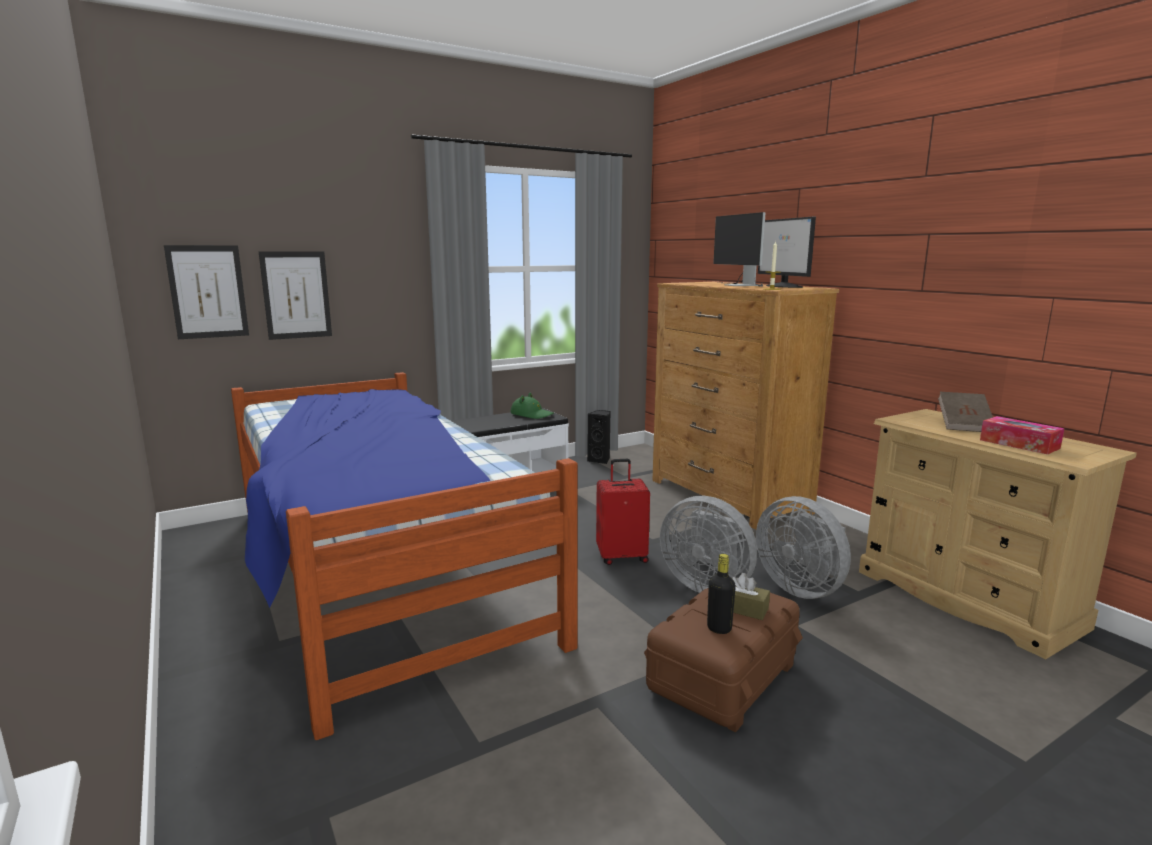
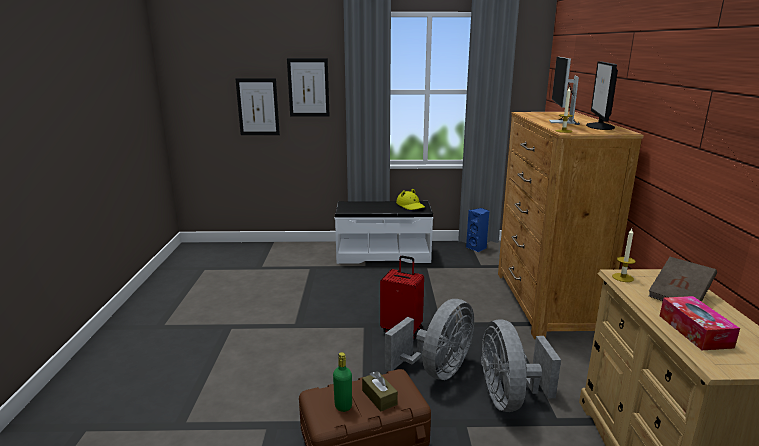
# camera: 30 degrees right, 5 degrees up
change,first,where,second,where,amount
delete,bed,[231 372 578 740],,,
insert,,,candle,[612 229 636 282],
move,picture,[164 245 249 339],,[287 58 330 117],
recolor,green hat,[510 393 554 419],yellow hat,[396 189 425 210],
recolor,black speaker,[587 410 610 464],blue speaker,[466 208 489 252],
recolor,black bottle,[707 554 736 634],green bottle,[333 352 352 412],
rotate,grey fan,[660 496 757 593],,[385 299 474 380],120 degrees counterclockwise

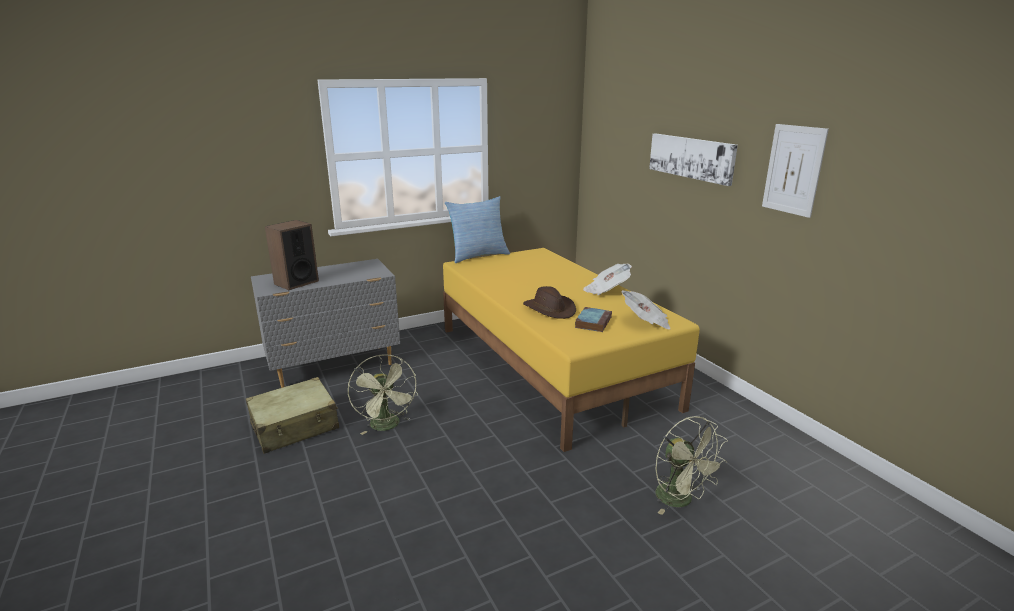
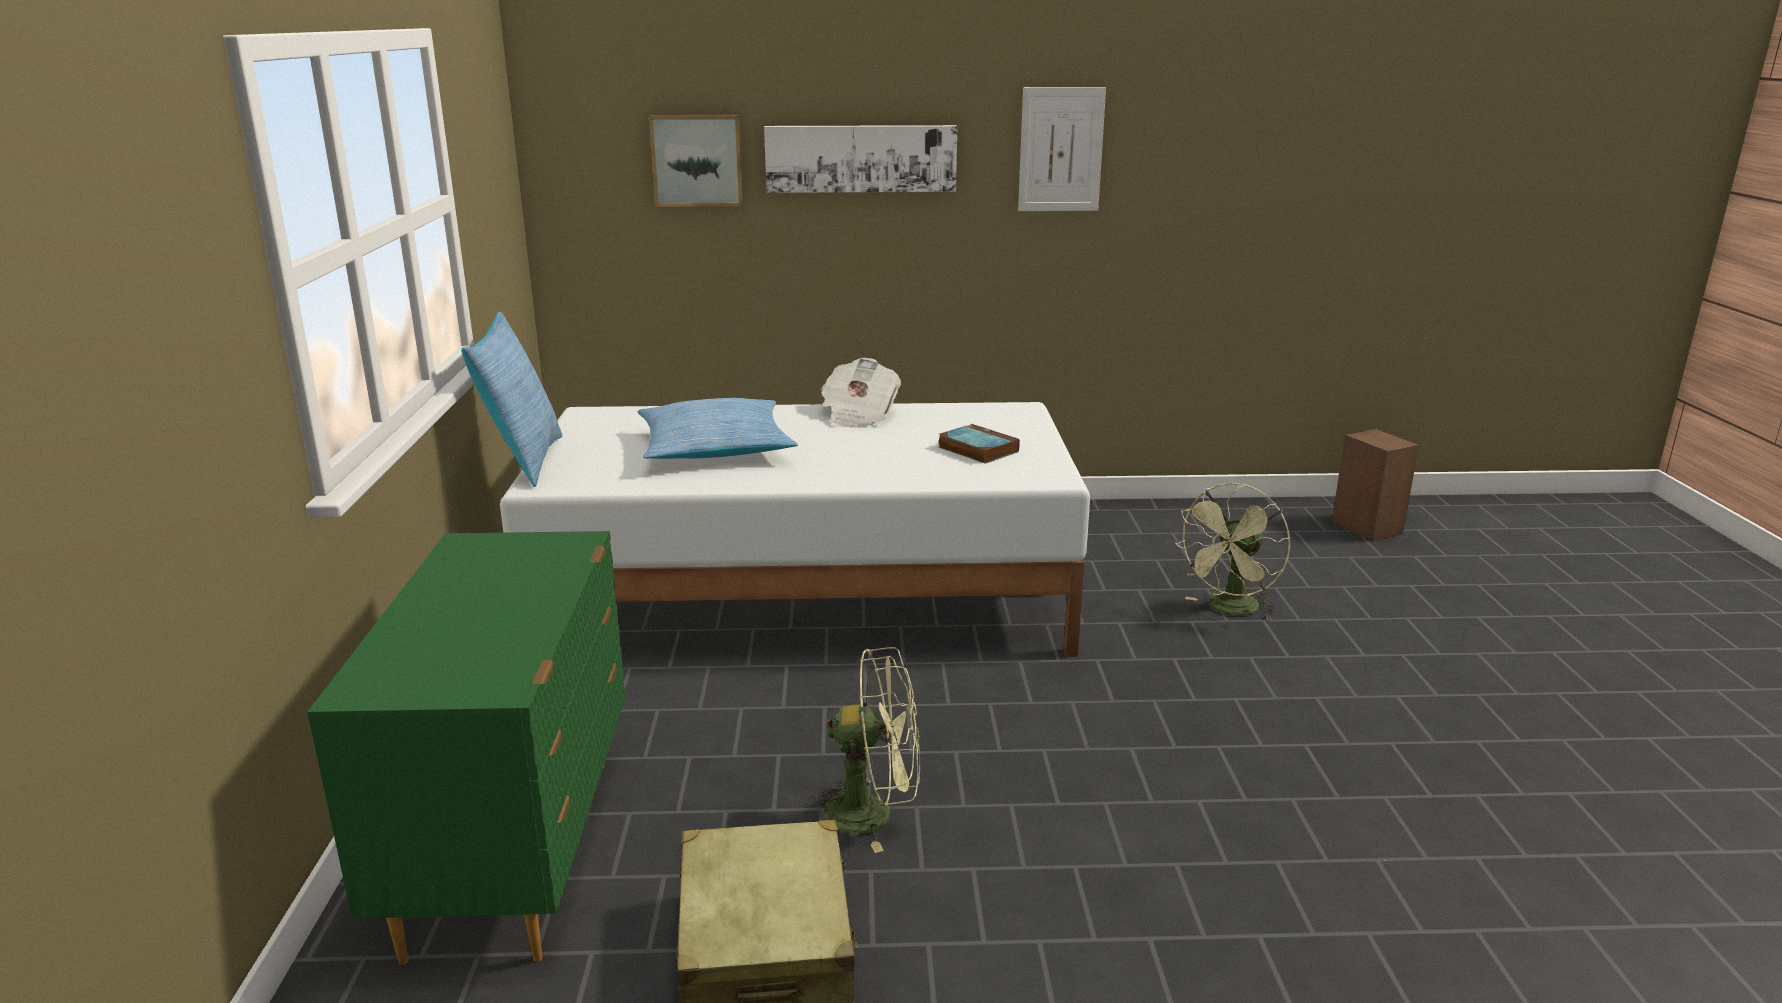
# camera: 65 degrees left, 0 degrees up
change,first,where,second,where,amount
delete,brown hat,[523 286 576 319],,,
delete,newspaper,[622 290 670 330],,,
insert,,,pillow,[638 398 798 459],
insert,,,picture,[649 115 743 207],
move,speaker,[265 220 319 290],,[1332 429 1419 542],
recolor,grey dresser,[251 259 400 388],green dresser,[307 531 626 965],
recolor,yellow bed,[443 248 700 452],white bed,[500 402 1090 657],
rotate,green fan,[655 416 728 515],,[1175 483 1290 621],135 degrees clockwise

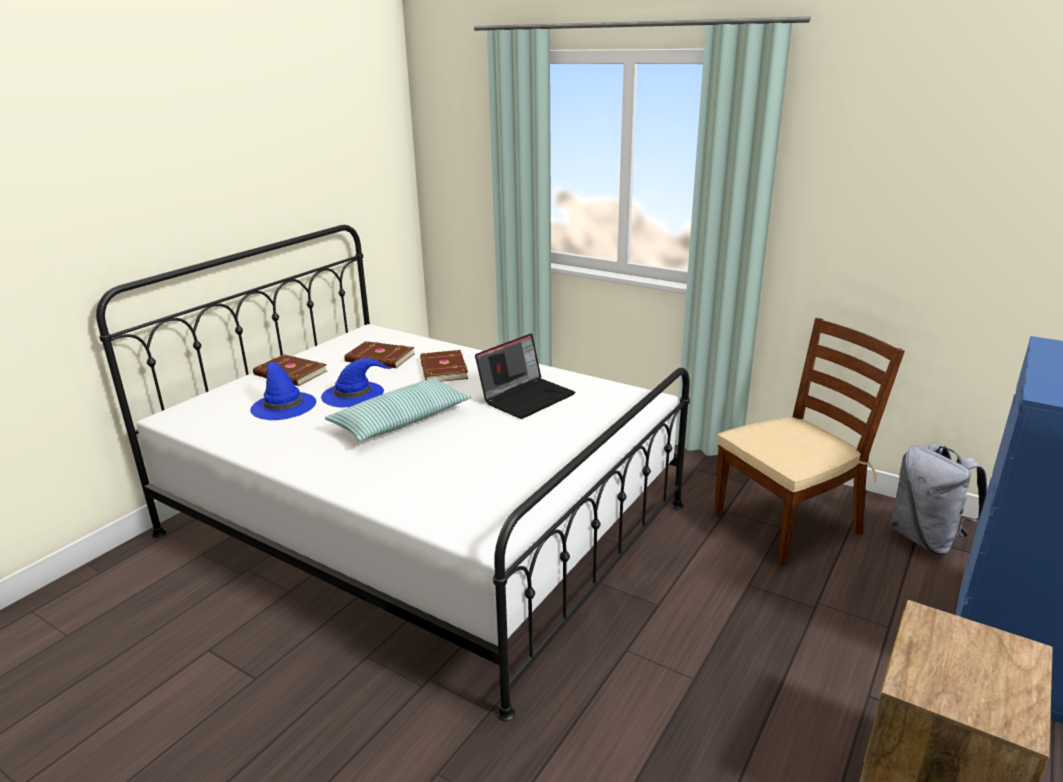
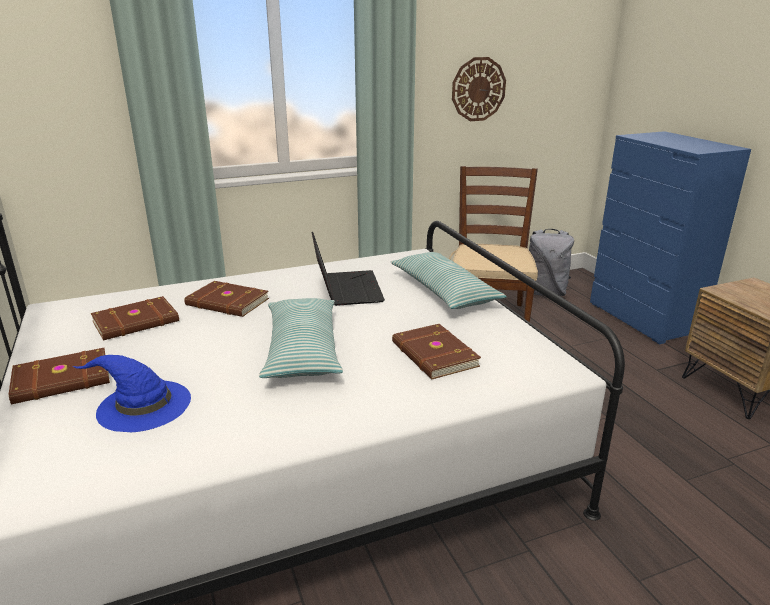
# camera: 55 degrees left, 0 degrees up
change,first,where,second,where,amount
delete,blue hat,[321 358 394 407],,,
insert,,,pillow,[391 252 507 309],
insert,,,brown book,[392 324 481 379],
insert,,,wall clock,[452 57 506 121],

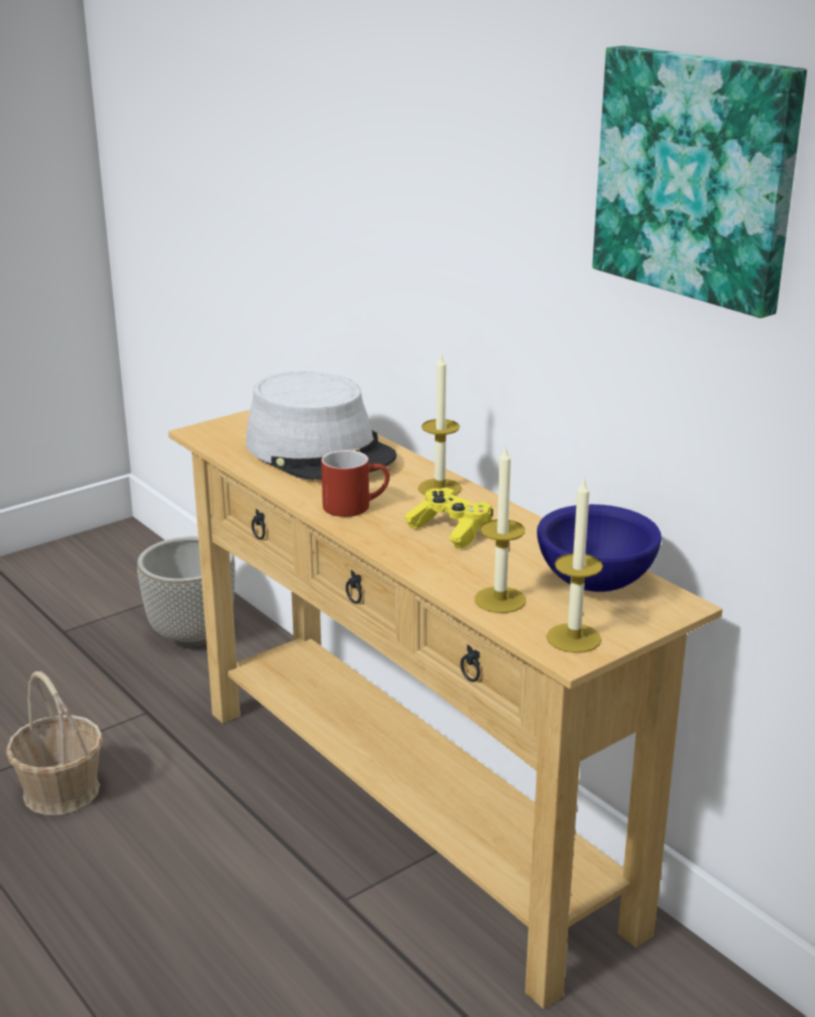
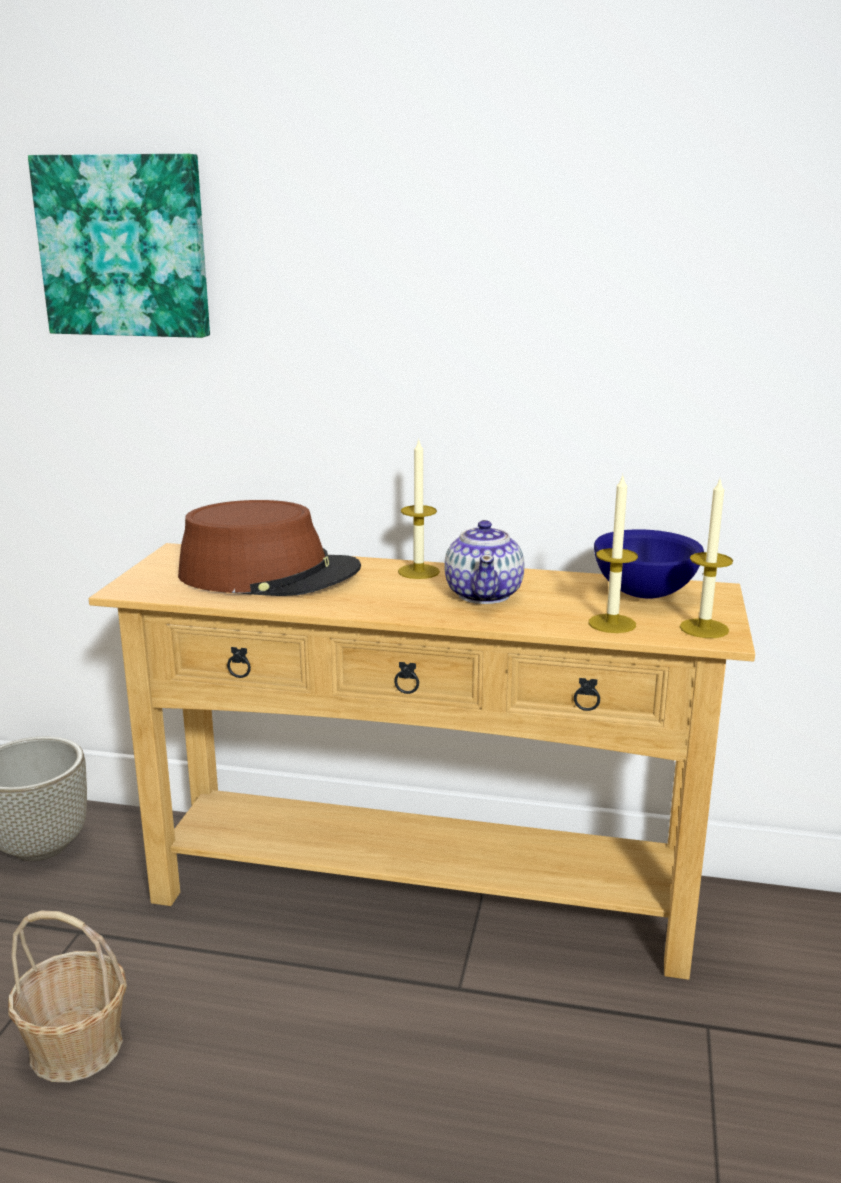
# camera: 40 degrees left, 5 degrees down
change,first,where,second,where,amount
delete,red mug,[321 450 390 517],,,
move,picture,[592 46 807 318],,[28 154 210 338],
replace,yellow game controller,[405 488 493 549],teapot,[444 520 524 604],
recolor,grey hat,[246 371 397 479],brown hat,[178 500 361 596],

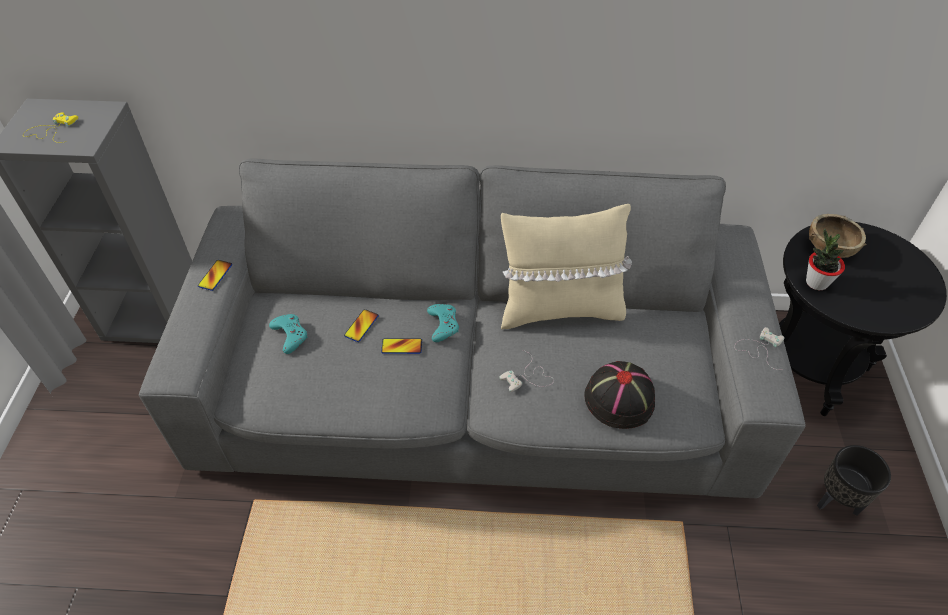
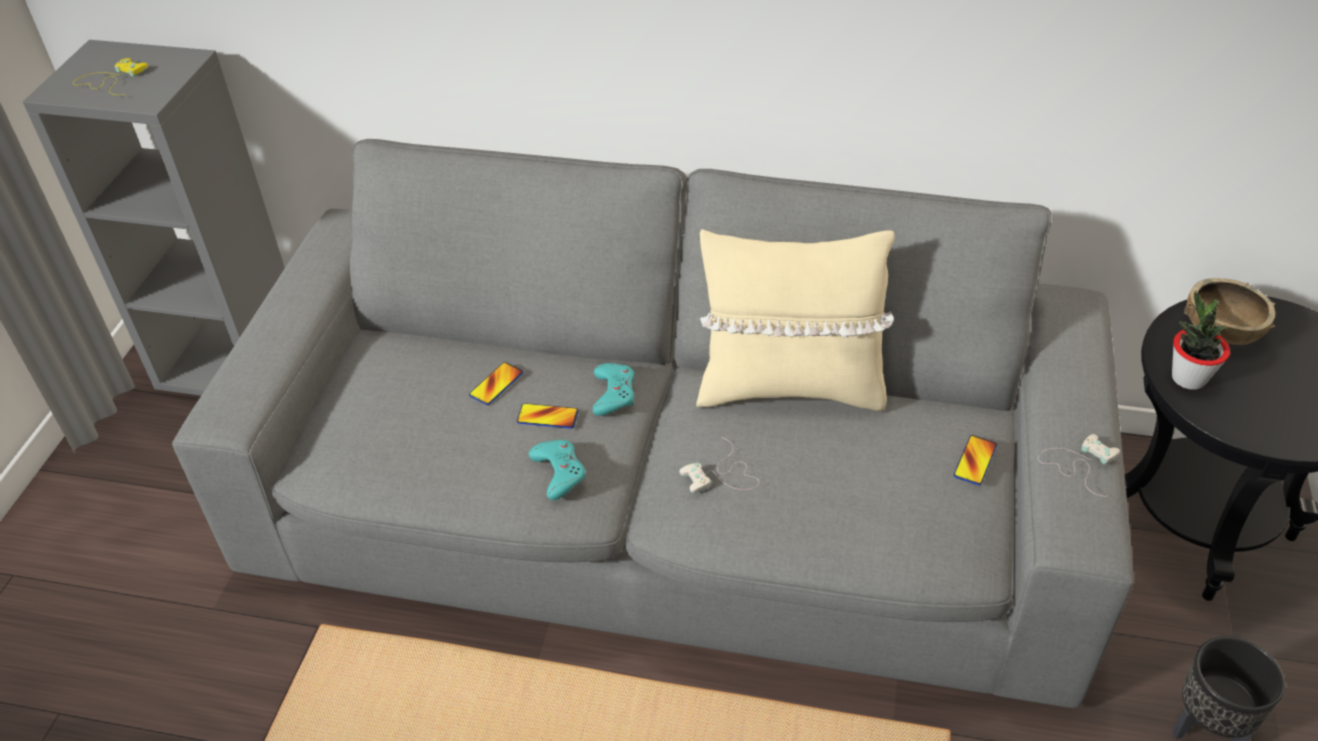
# camera: 10 degrees right, 5 degrees down
change,first,where,second,where,amount
delete,black hat,[584 361 655 429],,,
move,phone,[198 260 232 291],,[954 435 997 485],
move,turquoise game controller,[269 314 308 354],,[529 440 585 500],

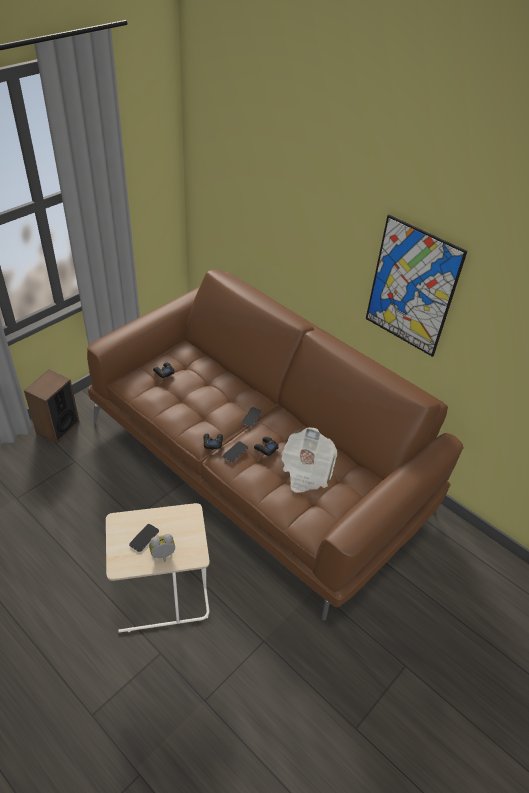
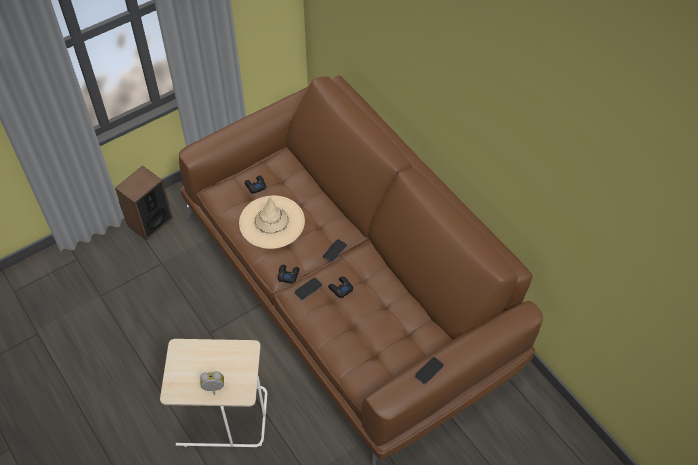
# camera: 15 degrees right, 10 degrees up
change,first,where,second,where,amount
delete,newspaper,[281 427 338 493],,,
delete,picture,[366 215 467 357],,,
insert,,,beige hat,[239 196 305 249],
move,phone,[129 524 159 552],,[415 357 444 384],

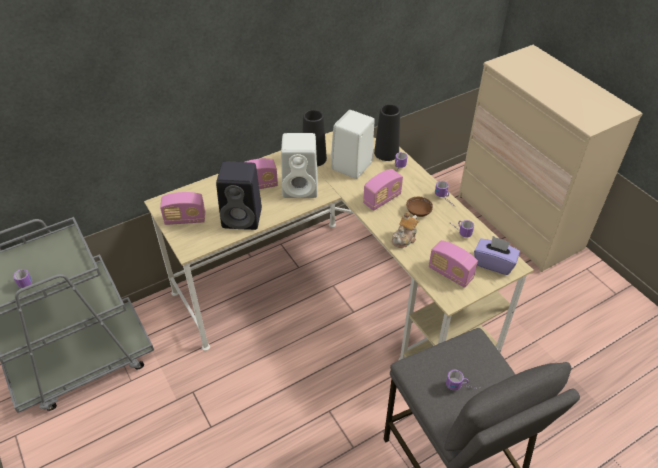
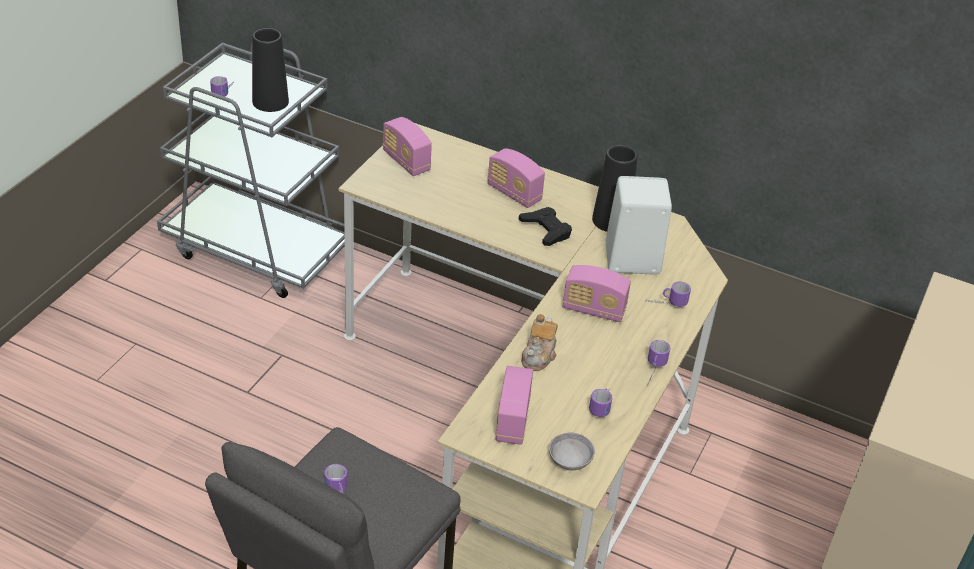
# camera: 55 degrees right, 5 degrees down
change,first,where,second,where,amount
delete,black speaker,[216 161 262 230],,,
delete,brown bowl,[406 197 433 217],,,
move,black vase,[374 104 400 161],,[252 28 289 112],
replace,white speaker,[281 133 318 198],black game controller,[519 207 572 246],
replace,purple tissue box,[474 236 520 275],grey bowl,[549 432 595 470],
rotate,teapot,[392 212 419 248],,[521 314 558 371],75 degrees counterclockwise

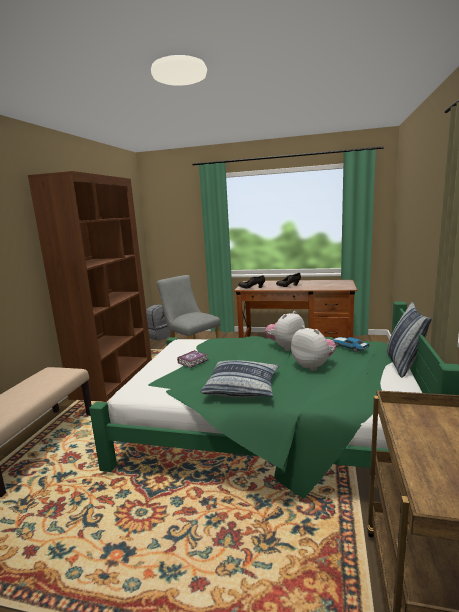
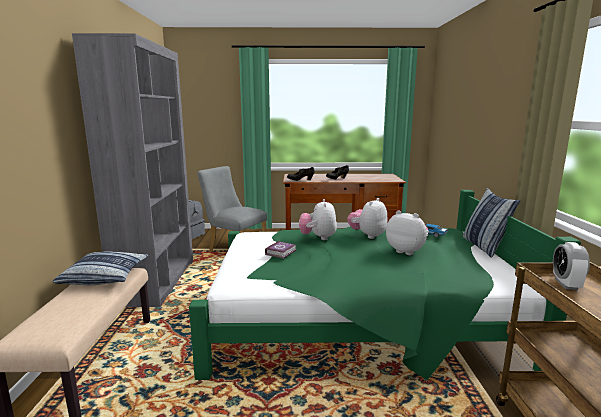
# camera: 15 degrees left, 0 degrees up
change,first,where,second,where,amount
insert,,,plush toy,[299 199 337 240],
insert,,,alarm clock,[553 242 590 290],
move,pillow,[200 360 279 398],,[53 251 149 285],
recolor,brown bookcase,[28 171 152 402],grey bookcase,[72 33 193 307],

